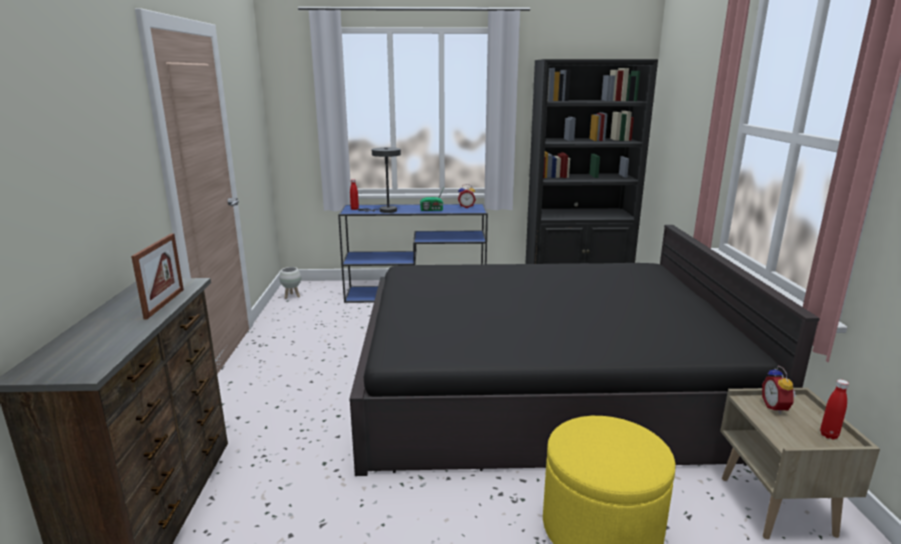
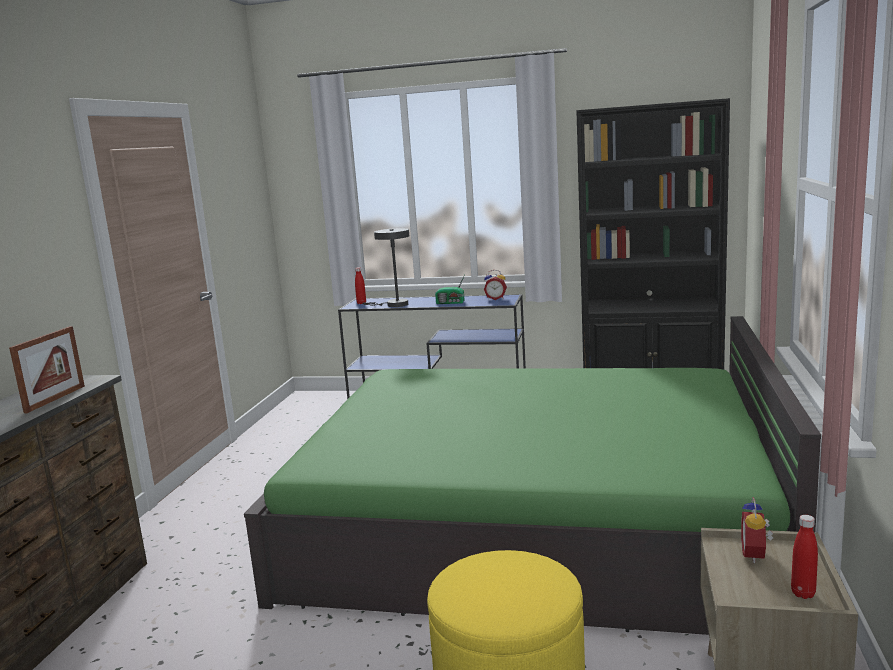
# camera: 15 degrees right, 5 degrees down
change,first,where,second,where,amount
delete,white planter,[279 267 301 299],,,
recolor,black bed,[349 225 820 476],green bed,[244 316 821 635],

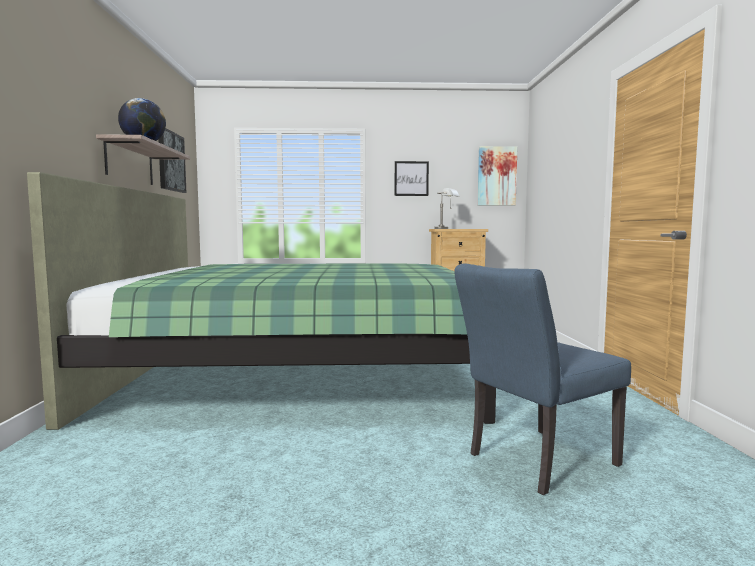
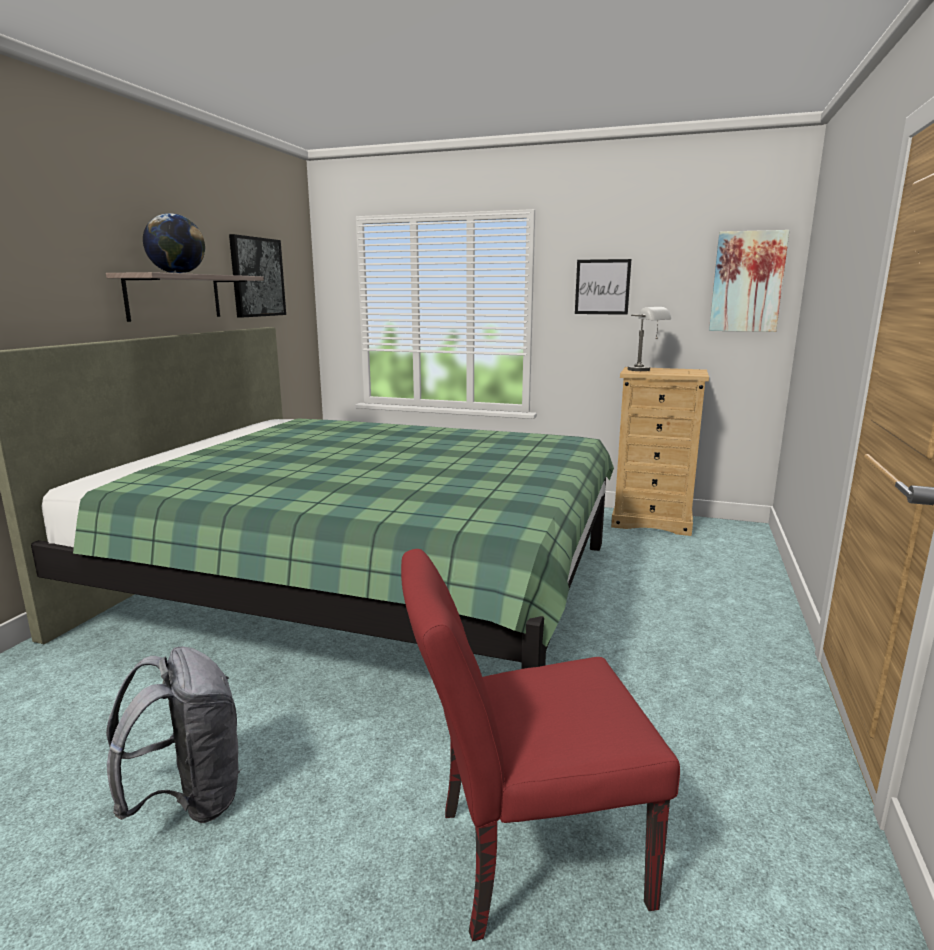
# camera: 20 degrees right, 10 degrees up
change,first,where,second,where,amount
insert,,,grey backpack,[106 646 241 823],
recolor,blue chair,[454 264 631 495],red chair,[401 549 680 942],

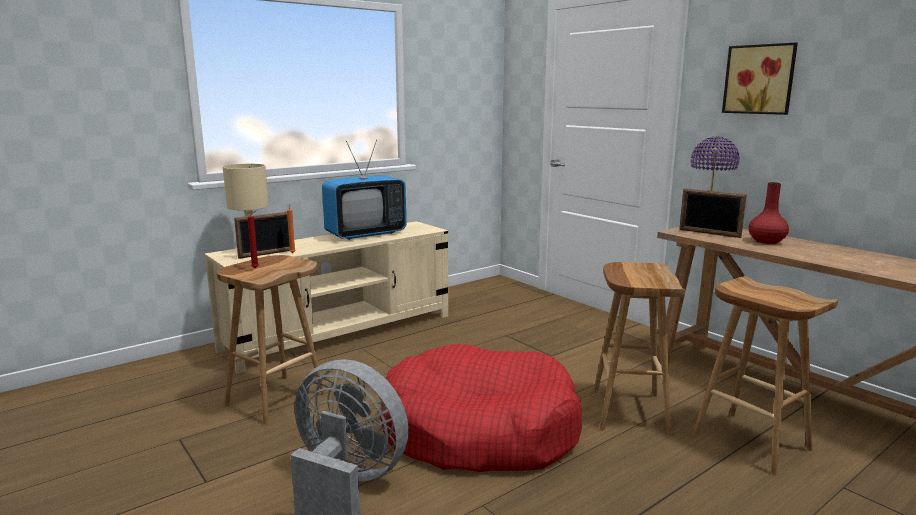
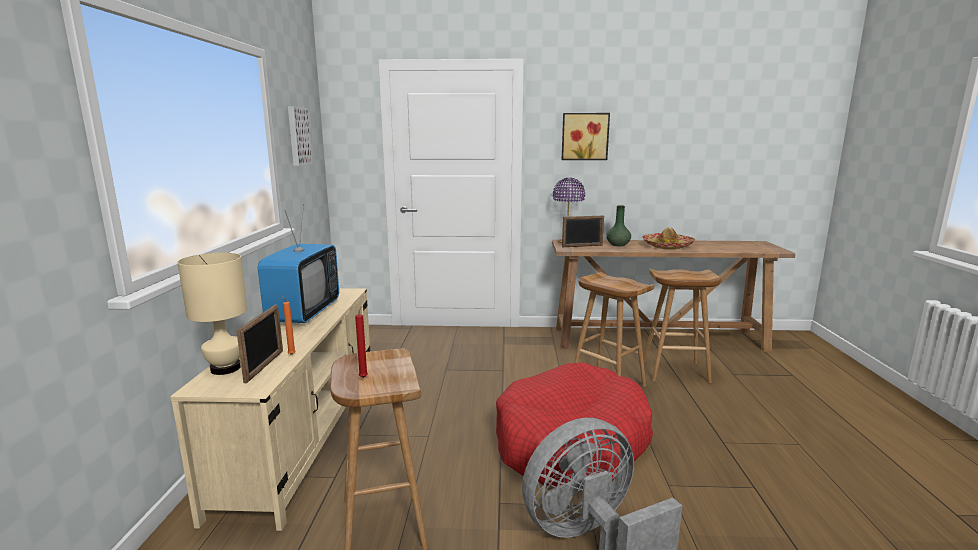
# camera: 50 degrees left, 0 degrees up
change,first,where,second,where,amount
insert,,,picture,[288 107 313 166],
insert,,,hat,[642 227 695 249],
recolor,red vase,[748 182 789 244],green vase,[606 205 631 246],

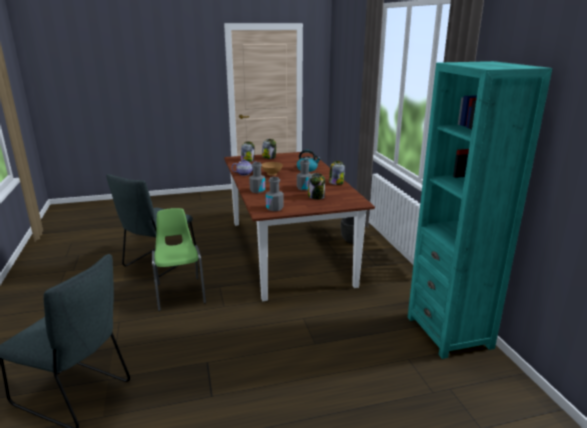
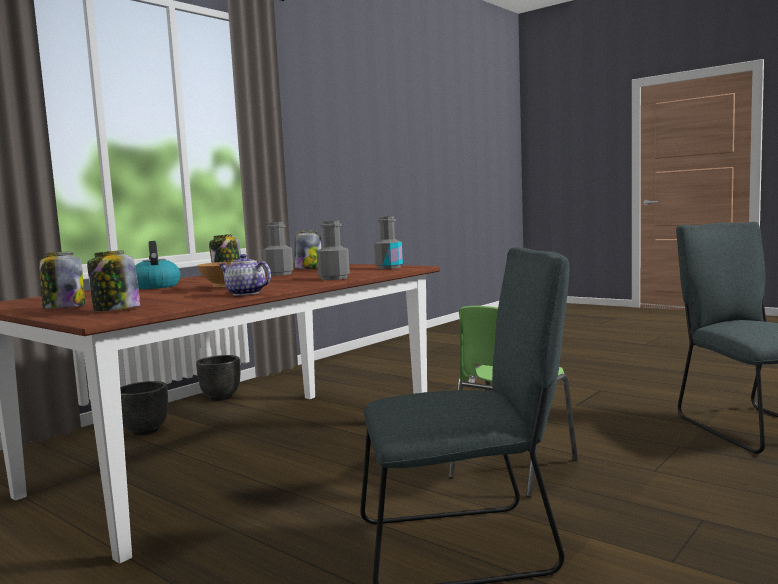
# camera: 125 degrees left, 15 degrees down
change,first,where,second,where,amount
delete,turquoise bookcase,[408 61 552 359],,,
insert,,,black planter,[196 355 240 401],

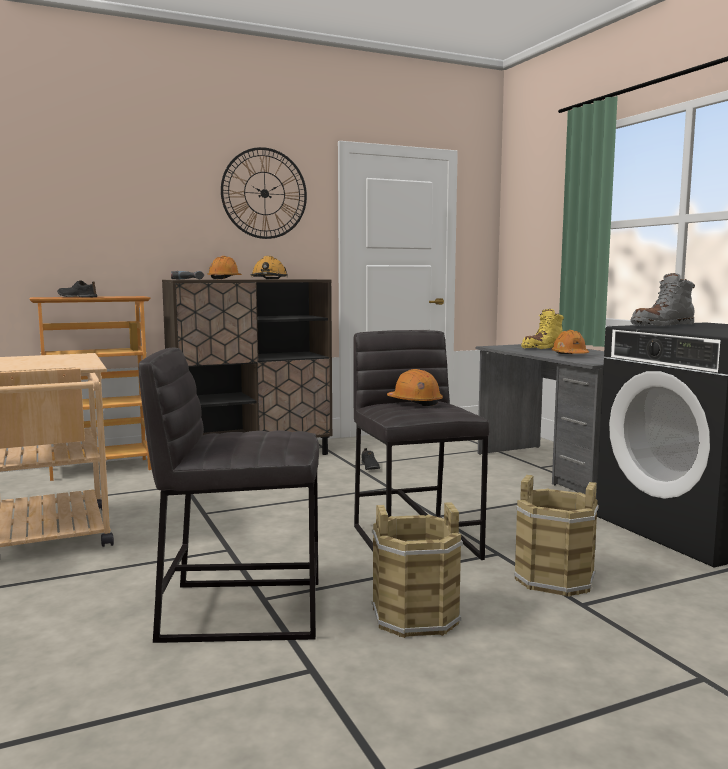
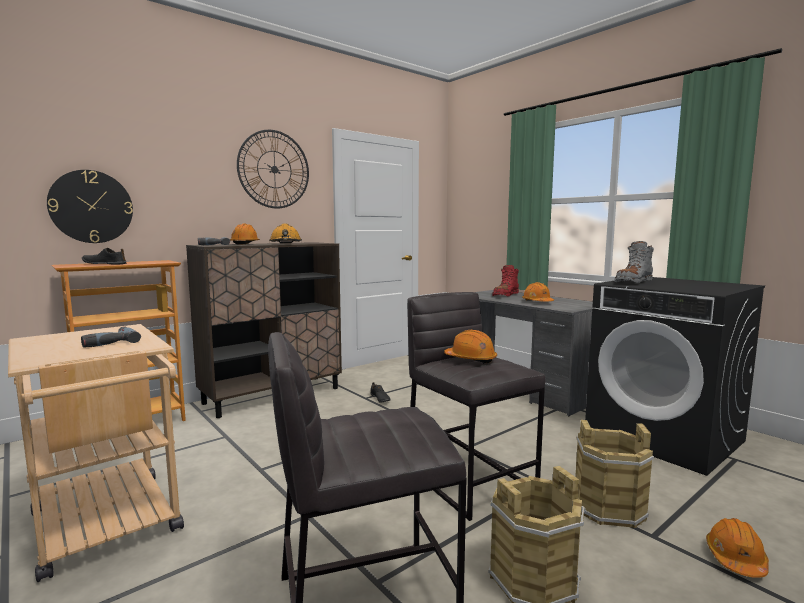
# camera: 15 degrees left, 0 degrees up
change,first,where,second,where,amount
insert,,,wall clock,[47 170 133 243],
insert,,,power drill,[81 326 141 348],
insert,,,orange hard hat,[706 518 769 578],
recolor,yellow boot,[521 309 564 349],red boot,[492 265 519 296],

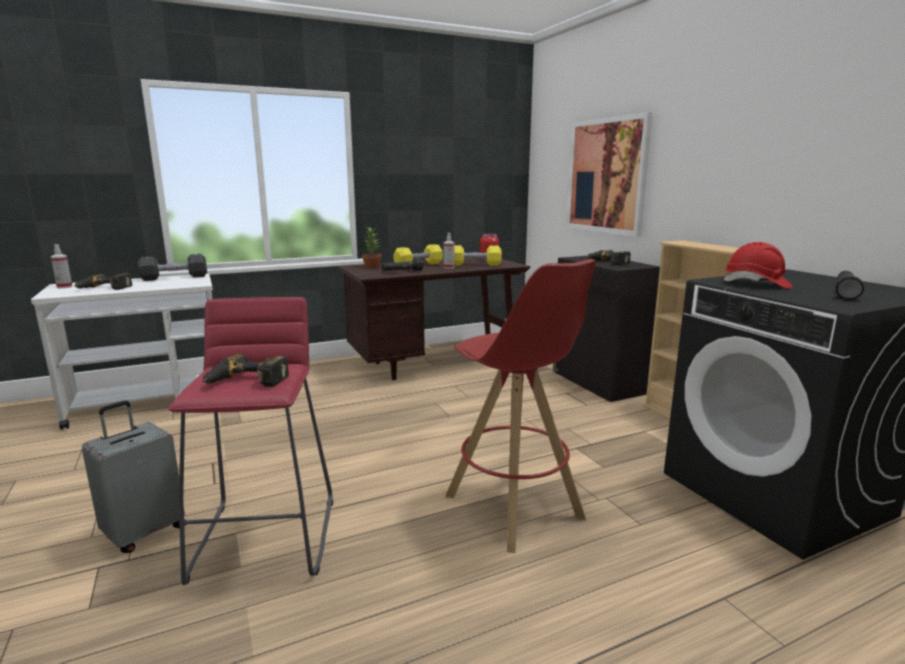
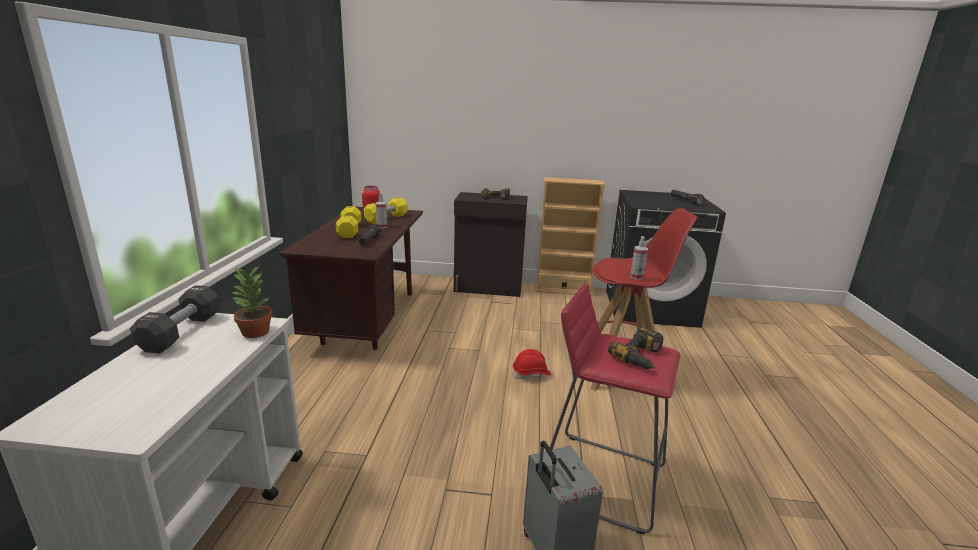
# camera: 60 degrees left, 5 degrees up
change,first,where,second,where,amount
delete,power drill,[74 273 132 290],,,
delete,picture,[566 112 653 237],,,
move,spray bottle,[51 244 73 288],,[630 236 648 280],
move,potted plant,[362 227 382 268],,[231 266 273 338],
move,red hard hat,[724 242 793 289],,[513 349 551 379],

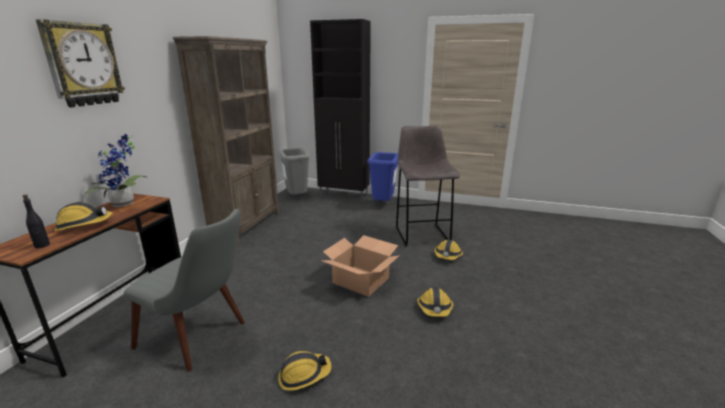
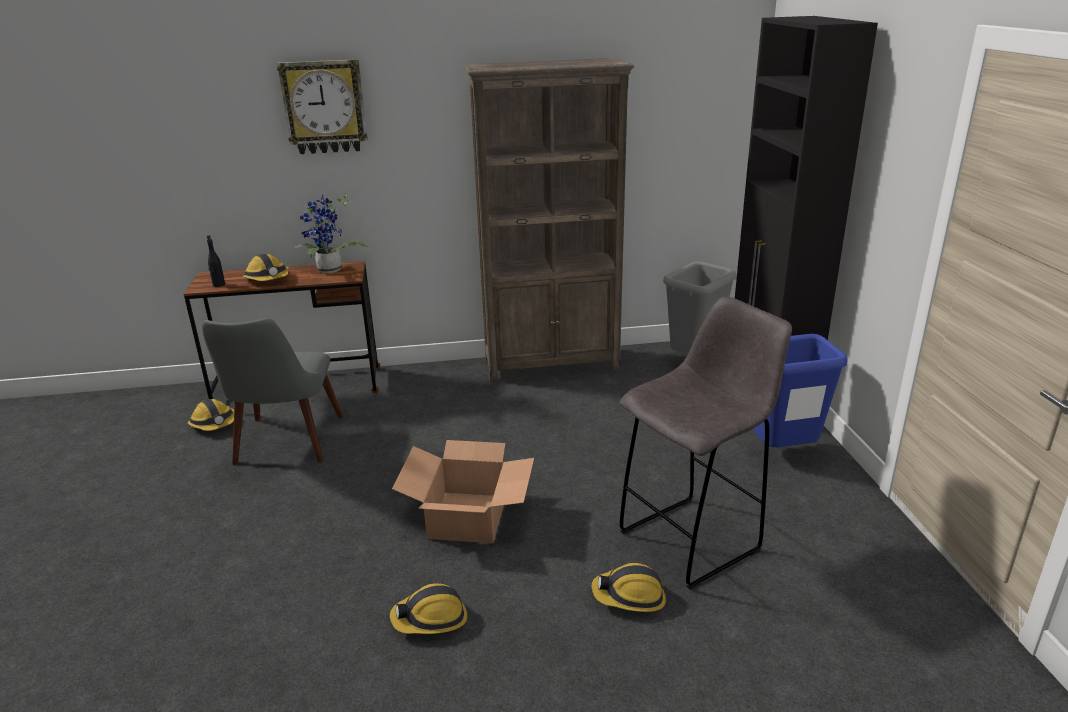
# camera: 65 degrees right, 5 degrees up
change,first,where,second,where,amount
move,hard hat,[278 351 332 391],,[188 399 234 431],

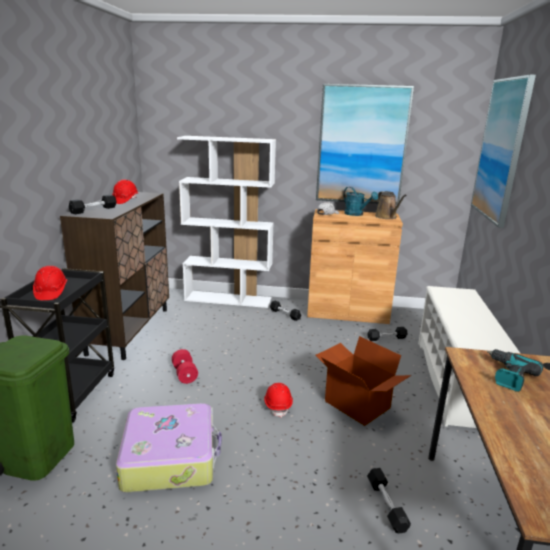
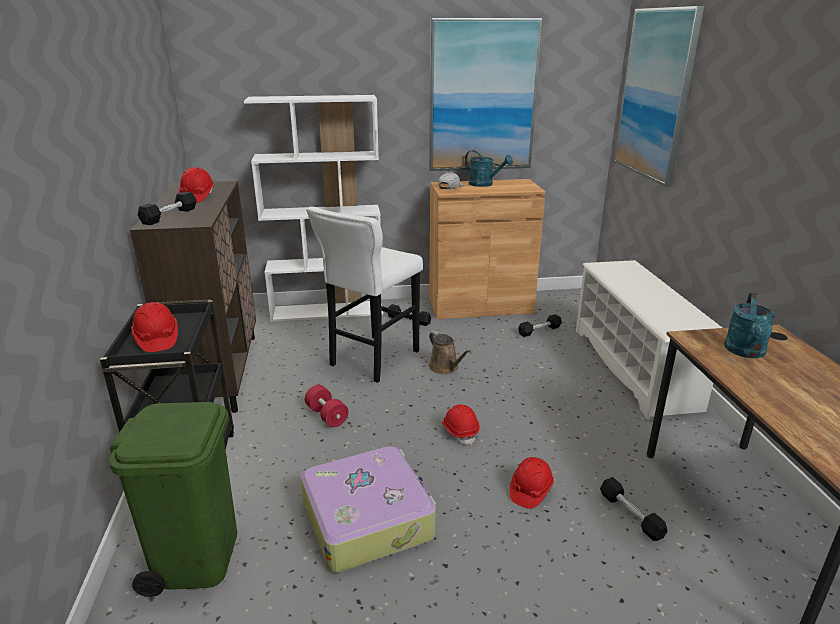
# camera: 15 degrees left, 5 degrees up
change,first,where,second,where,amount
delete,cardboard box,[316 336 411 426],,,
insert,,,white stool,[306 207 423 383],
insert,,,red hard hat,[510 457 554 509],
move,brown watering can,[375 191 406 219],,[429 331 471 374],
replace,power drill,[487 349 543 392],turquoise watering can,[724 293 775 358],

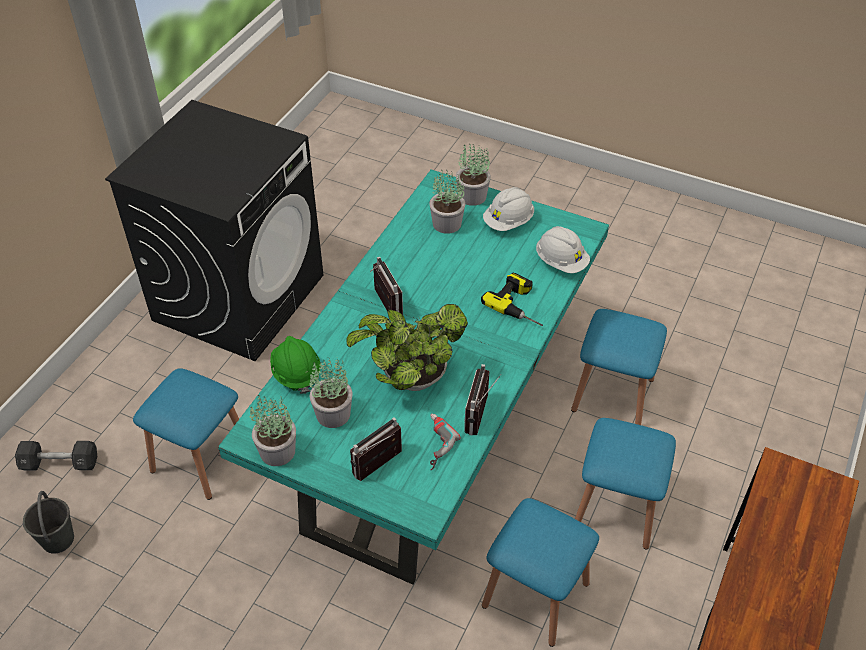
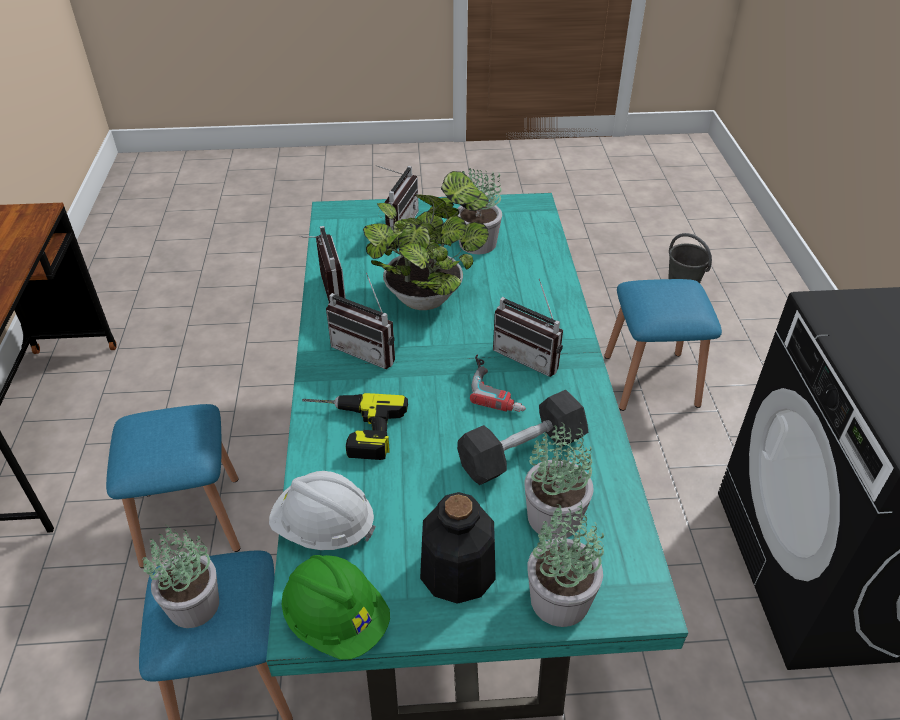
# camera: 150 degrees right, 5 degrees down
change,first,where,second,where,amount
delete,blue stool,[482 498 599 647],,,
insert,,,radio,[326 273 395 369],
move,black dumbbell,[15 441 97 470],,[457 390 588 485],
move,potted plant,[250 395 296 466],,[142 525 219 628],
move,green hard hat,[270 336 321 394],,[281 555 390 660],
move,power drill,[430 414 461 470],,[470 355 526 412],
replace,white hard hat,[483 187 534 231],bottle,[420 492 496 604],

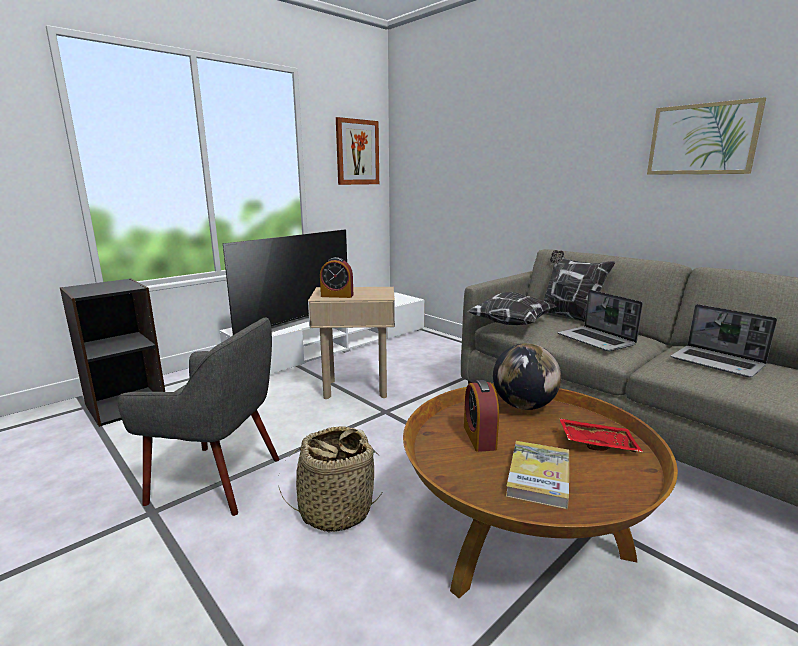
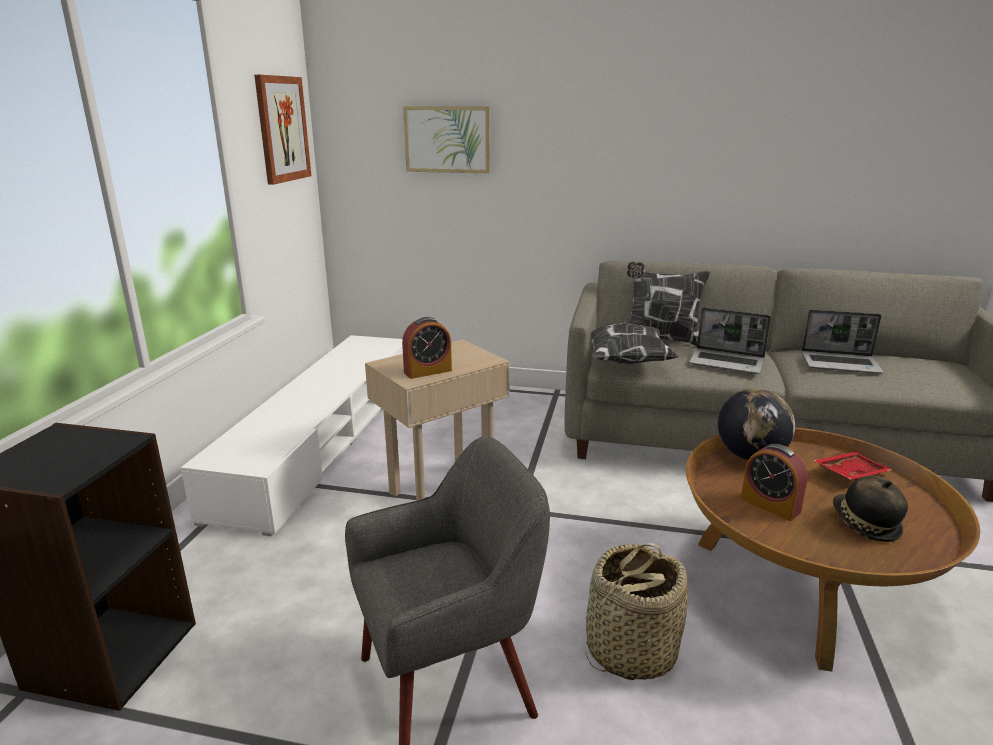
# camera: 35 degrees left, 5 degrees up
change,first,where,second,where,amount
delete,television,[223 229 347 335],,,
move,picture,[647 97 766 175],,[403 106 491 173],
replace,book,[506 441 569 509],hat,[833 475 908 542],

